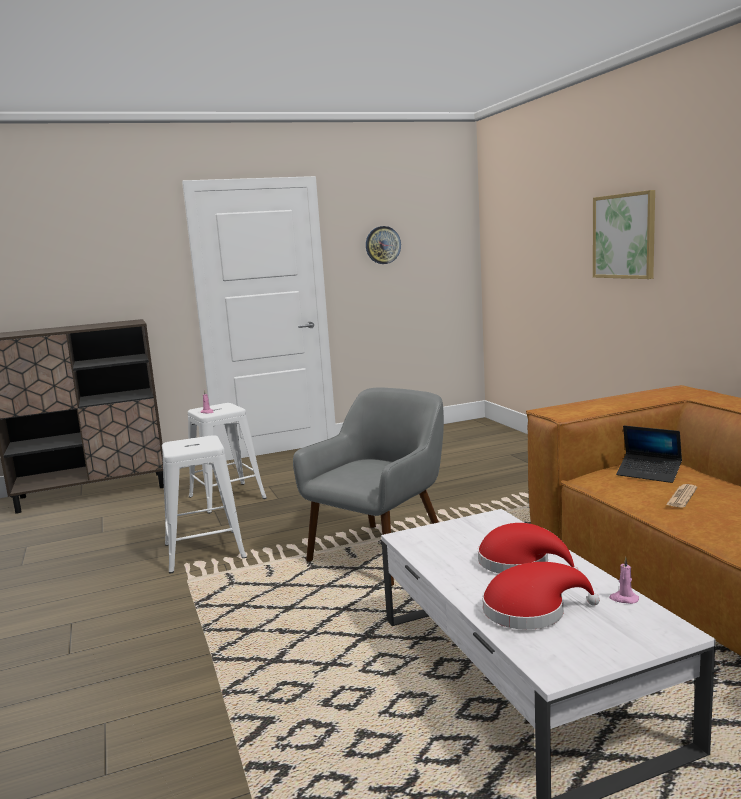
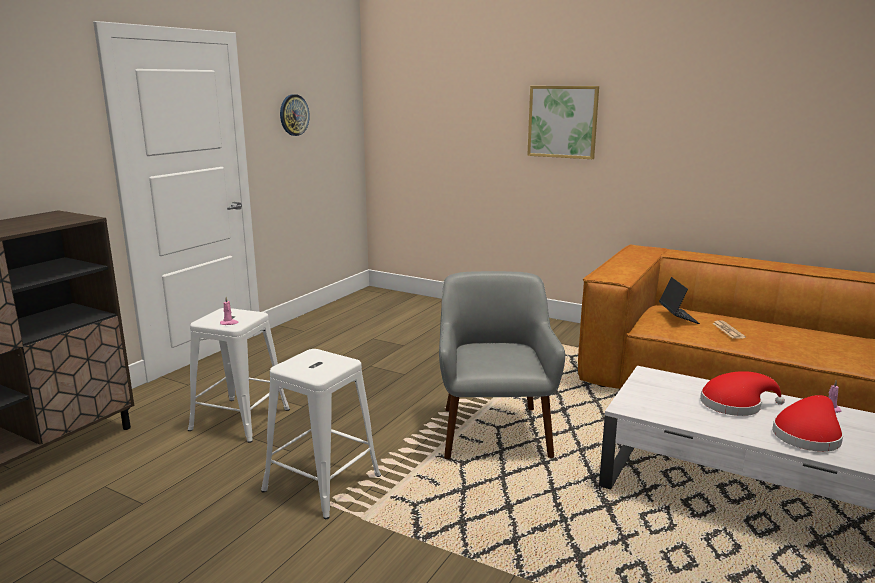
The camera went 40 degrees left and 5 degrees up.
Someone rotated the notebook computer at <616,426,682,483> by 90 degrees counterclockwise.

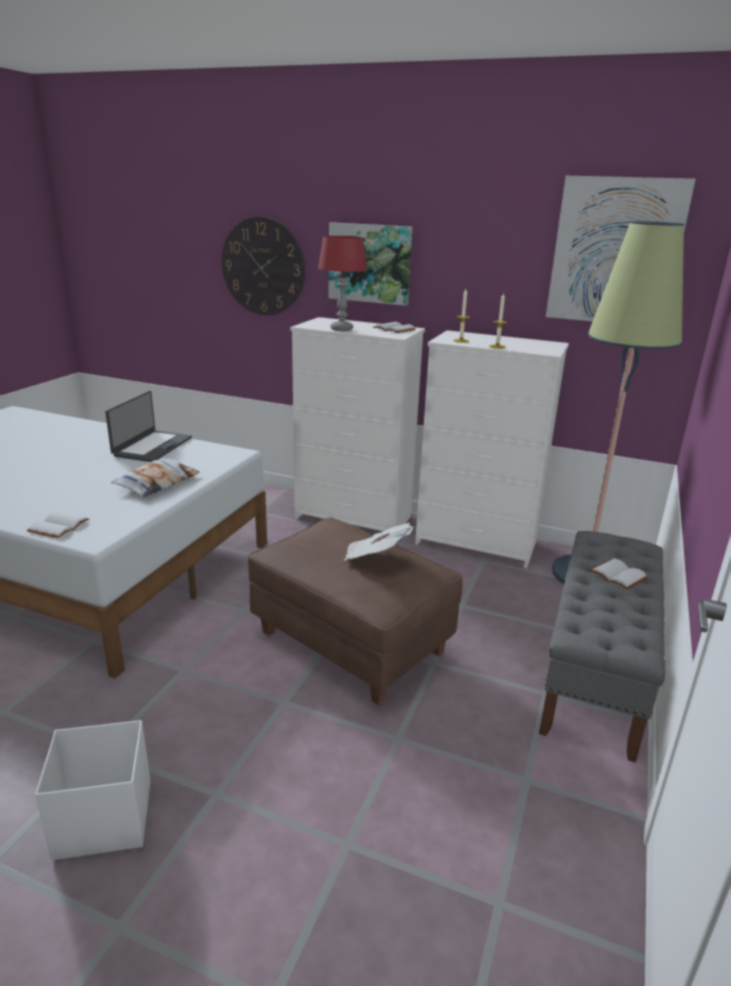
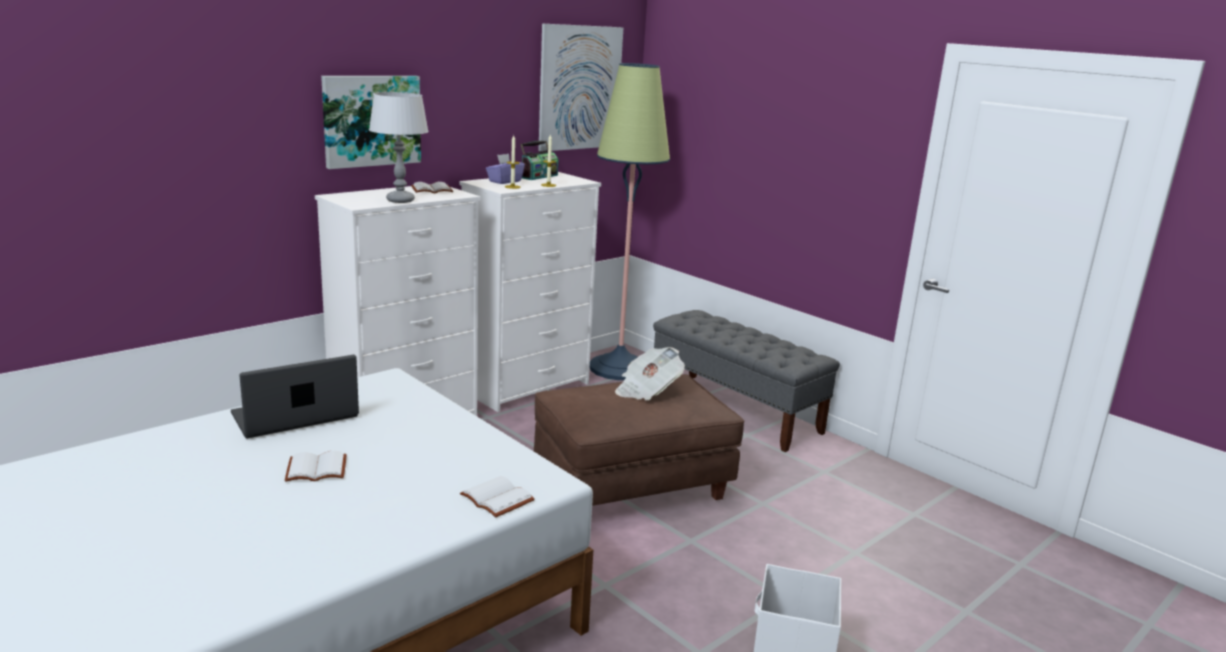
The camera went 65 degrees left and 5 degrees down.
Someone took away the clock on the wall at <222,217,305,315>.
Someone repainted the red tabletop lamp at <318,236,367,331>, which became the gray tabletop lamp at <369,92,429,203>.
Someone rotated the notebook computer at <105,391,192,462> by 75 degrees counterclockwise.
Someone took away the pillow at <111,458,200,497>.
Someone carried the white volume from <590,559,649,590> to <285,451,347,482>.
Someone put down the radio set at <520,141,558,180>.
Someone put down the purple-coloured tissue holder at <486,154,525,184>.

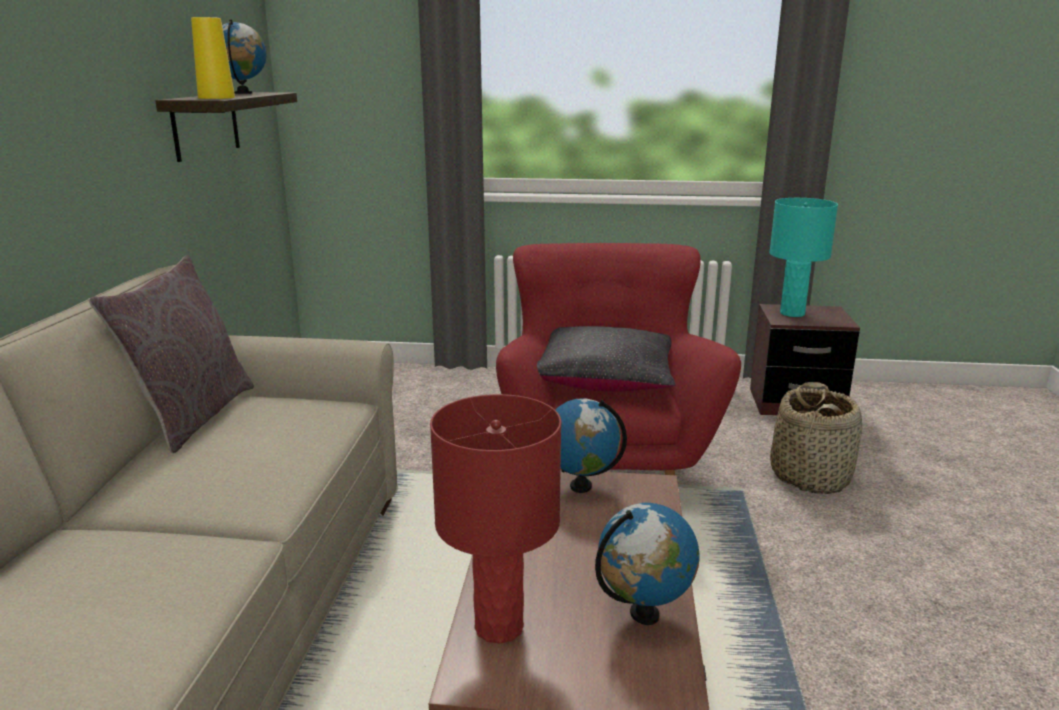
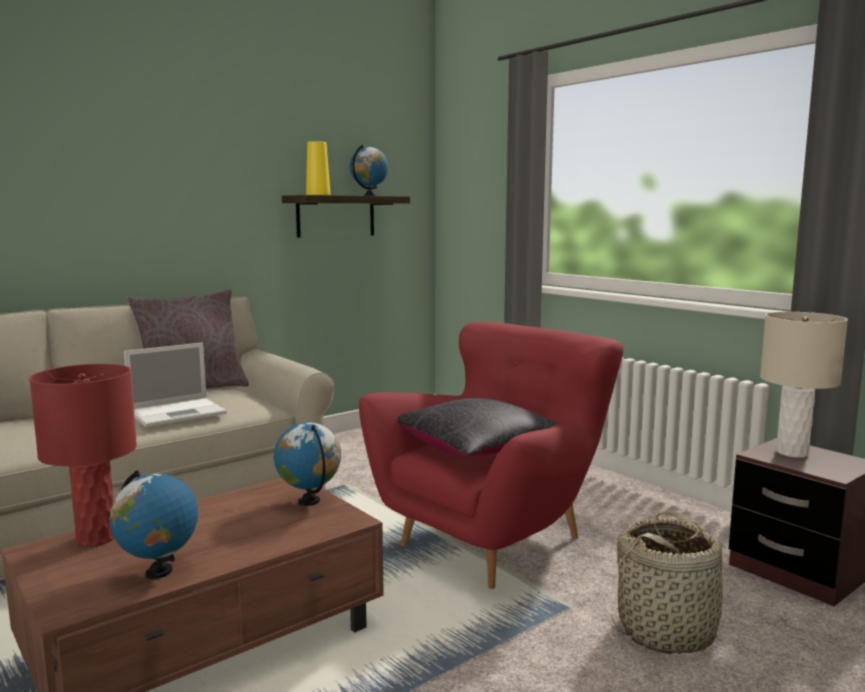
The camera went 45 degrees right and 10 degrees down.
Someone repainted the blue-green tabletop lamp at <769,198,838,317>, which became the sand-coloured tabletop lamp at <760,312,848,458>.
Someone put down the notebook computer at <124,343,227,427>.

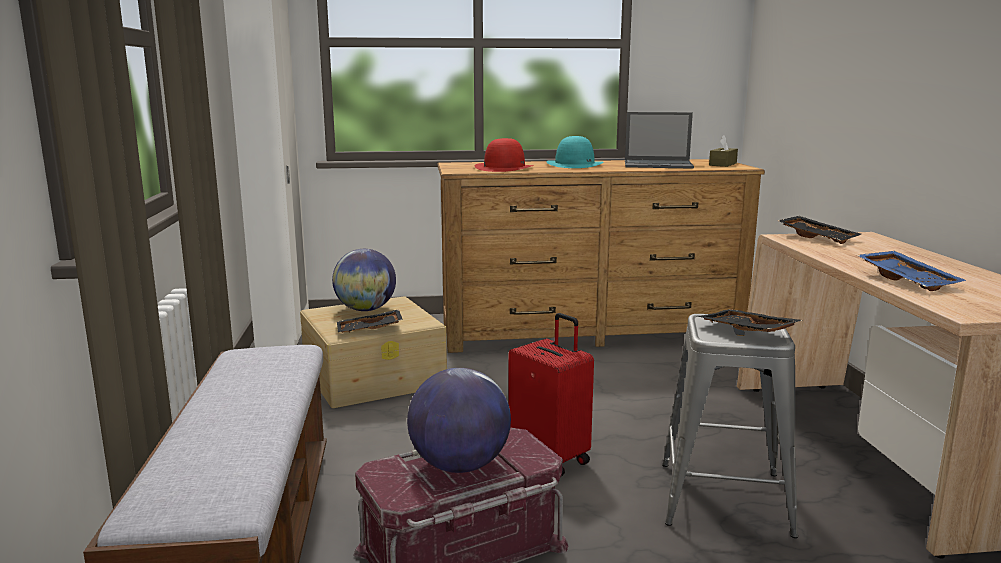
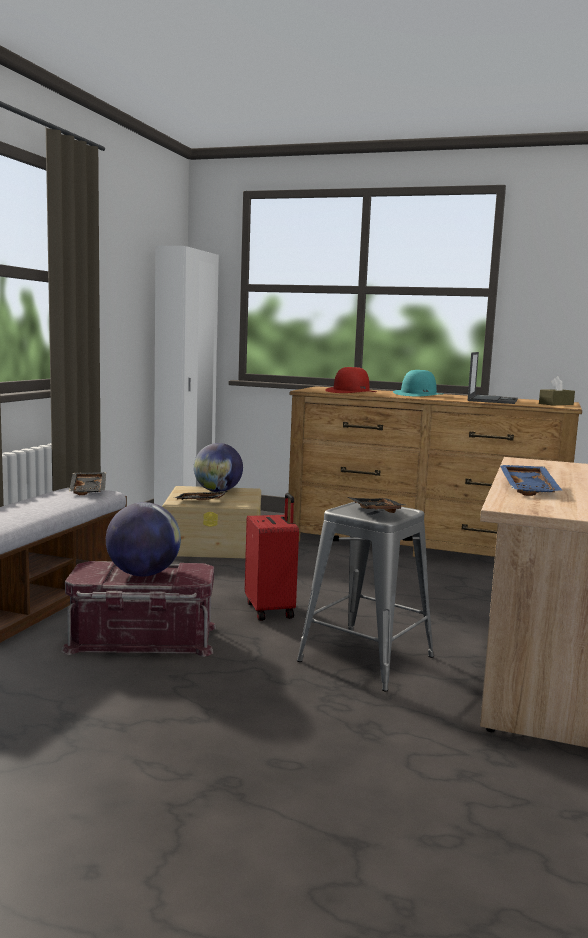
The camera went 25 degrees right and 5 degrees down.
Someone rotated the notebook computer at <625,112,694,169> by 105 degrees counterclockwise.
Someone carried the black-coloured carrying tray from <778,216,861,244> to <69,472,106,495>.

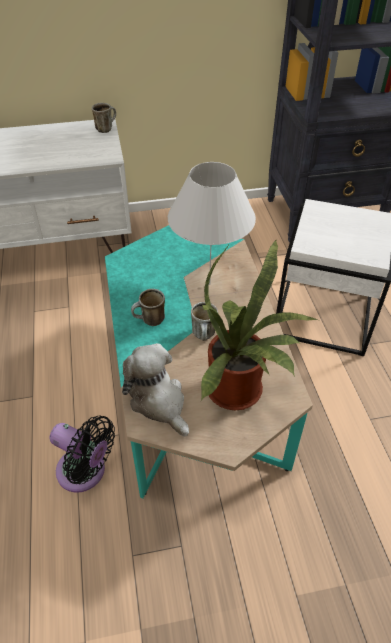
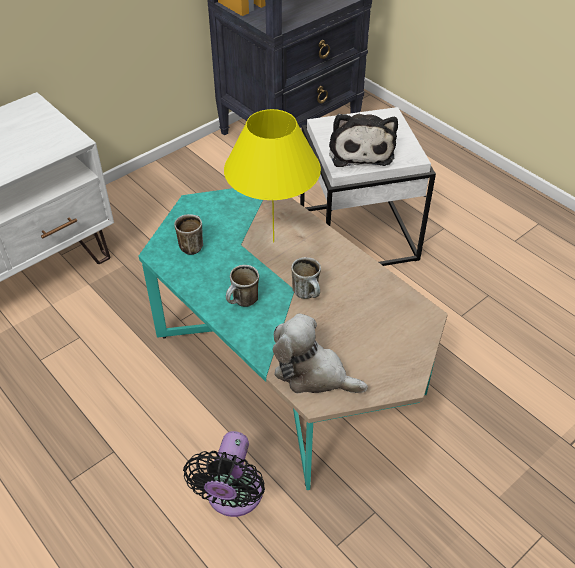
The camera went 30 degrees left and 0 degrees up.
Someone carried the coffee mug from <92,103,116,133> to <174,214,203,255>.
Someone repainted the white tabletop lamp at <168,162,256,285>, which became the yellowish tabletop lamp at <224,109,321,243>.
Someone took away the plant in a pot at <201,240,317,410>.
Someone rotated the black-coloured fan at <50,416,115,493> by 105 degrees clockwise.
Someone put down the plush toy at <329,114,398,167>.

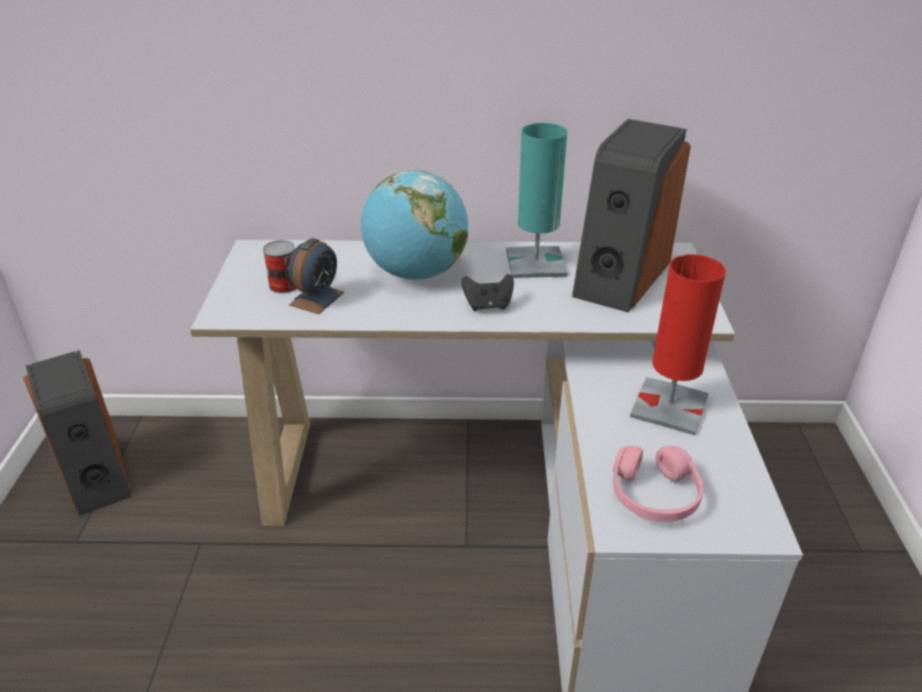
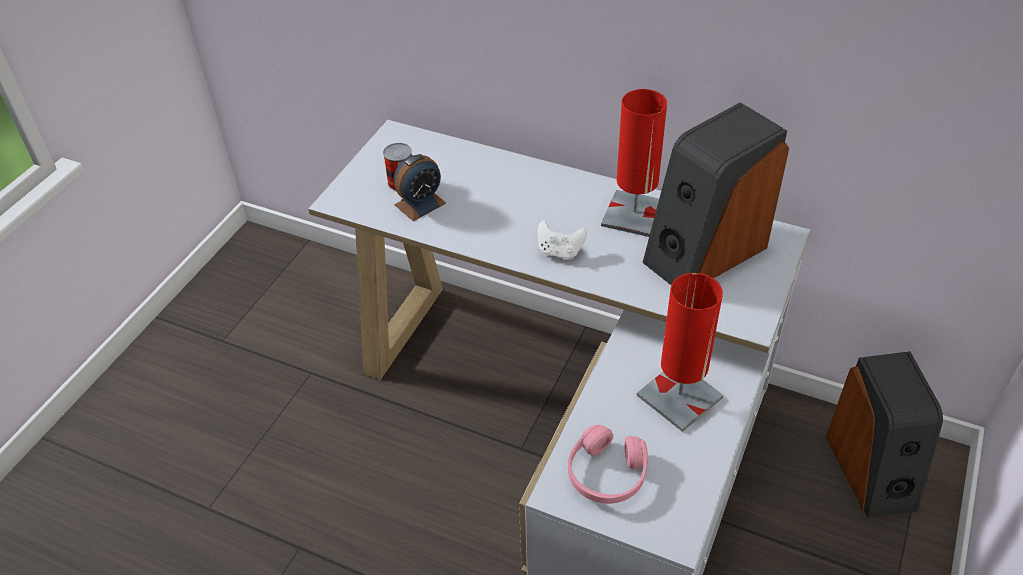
The camera went 25 degrees right and 10 degrees up.
Someone repainted the blue-green tabletop lamp at <506,123,568,278>, which became the red tabletop lamp at <601,89,667,237>.
Someone took away the world globe at <361,170,468,280>.
Someone repainted the black-coloured gamepad at <462,274,514,311>, which became the white gamepad at <538,220,587,259>.
Someone carried the speaker from <23,350,131,516> to <826,351,943,518>.

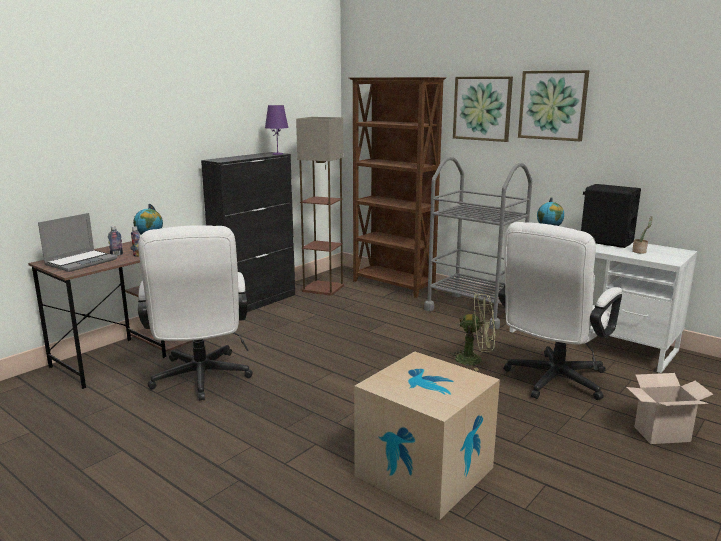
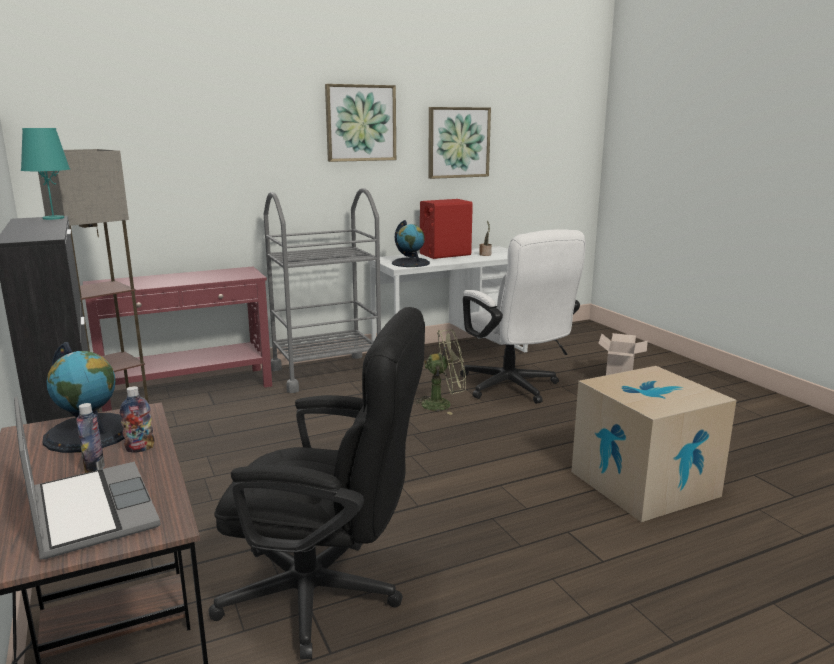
The camera went 65 degrees left and 0 degrees up.
Someone carried the picture from <453,76,513,142> to <428,107,491,179>.
Someone swapped the brown shelving unit at <349,77,446,298> for the red narrow table at <83,267,272,412>.
Someone repainted the purple-coloured tabletop lamp at <265,105,289,155>, which became the blue-green tabletop lamp at <21,128,70,220>.
Someone repainted the black-coloured speaker at <581,184,641,248>, which became the red speaker at <420,199,473,259>.
Someone repainted the white computer chair at <138,225,253,401>, which became the black-coloured computer chair at <208,307,425,660>.
Someone rotated the greenish fan at <448,293,495,371> by 45 degrees clockwise.

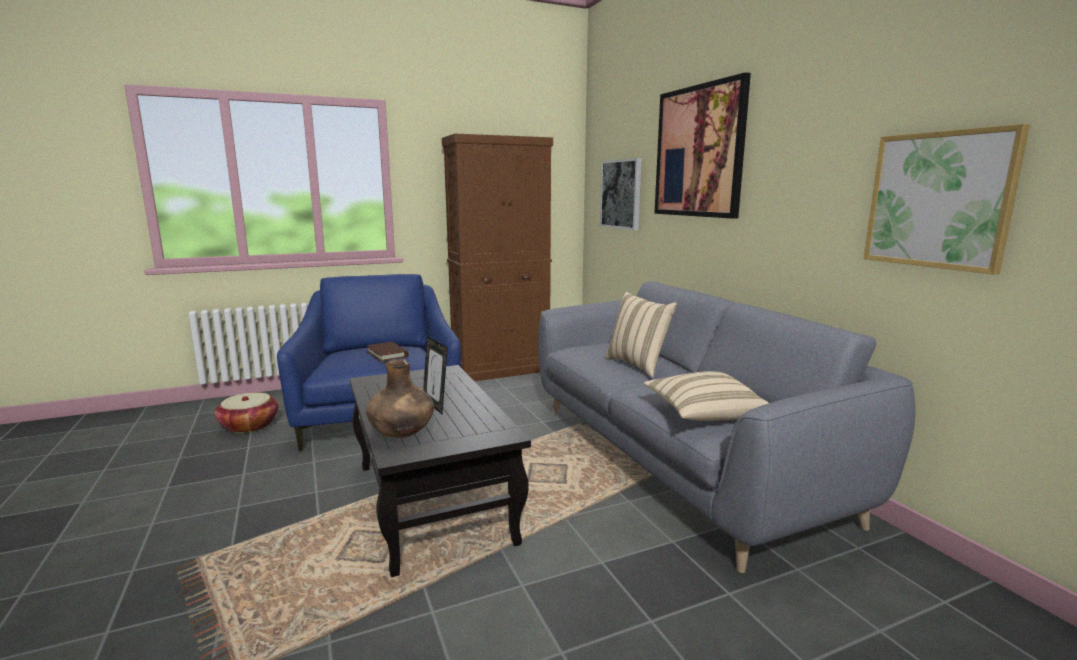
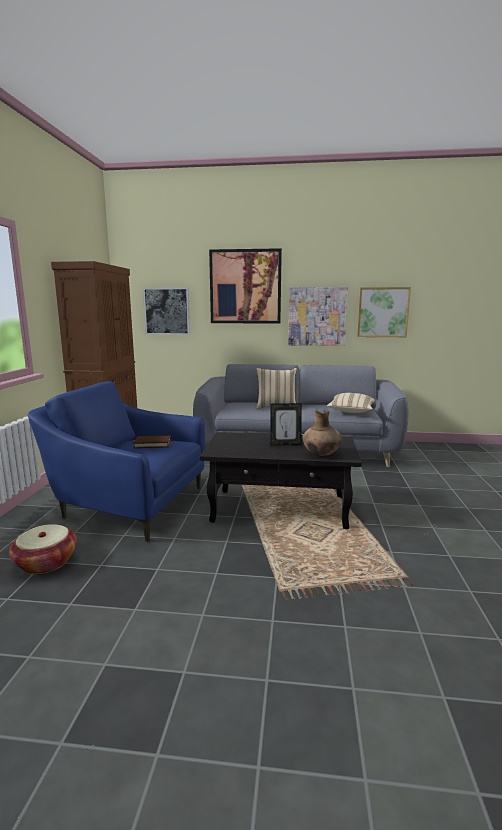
The camera went 60 degrees left and 0 degrees up.
Someone put up the picture at <288,287,348,346>.

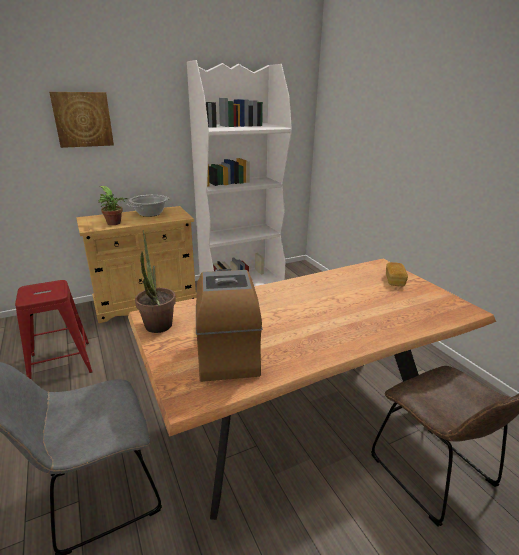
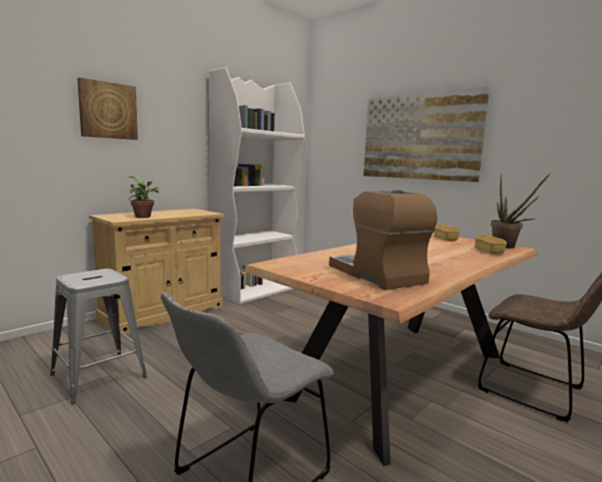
The camera went 20 degrees left and 15 degrees down.
Someone took away the saucepot at <126,195,170,217>.
Someone carried the plant in a pot from <135,230,176,333> to <491,173,550,248>.
Someone repainted the red stool at <15,280,93,379>, which became the gray stool at <50,269,147,404>.
Someone put up the picture at <364,86,490,182>.
Someone put down the baked bread at <475,235,507,254>.

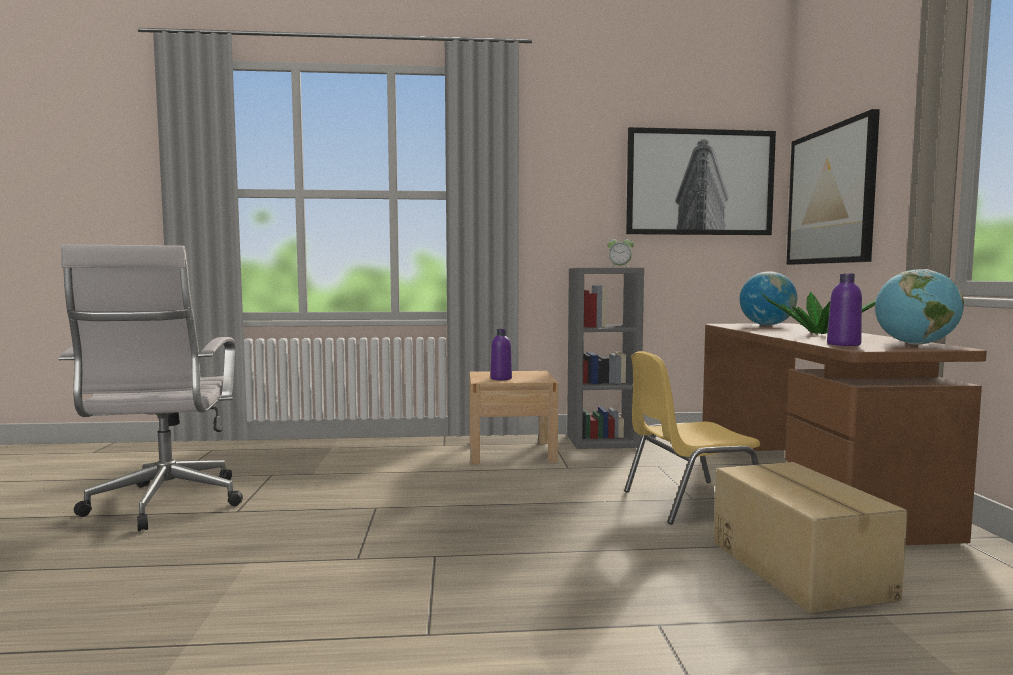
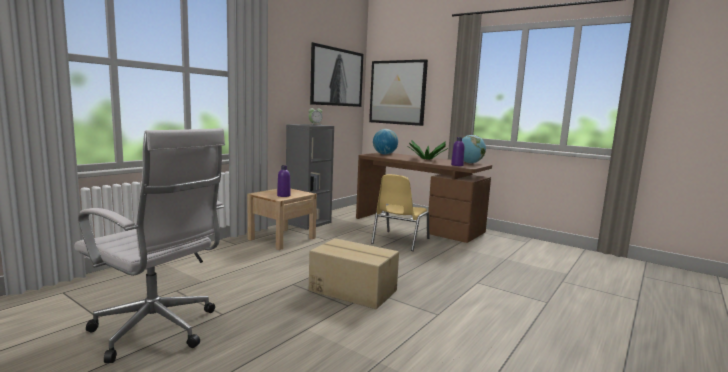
The camera went 50 degrees left and 5 degrees up.
Someone carried the carton from <714,462,907,614> to <309,238,399,309>.

